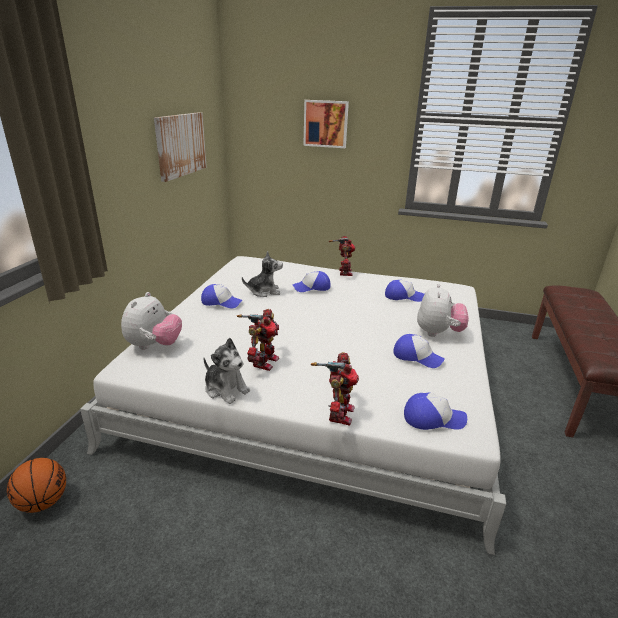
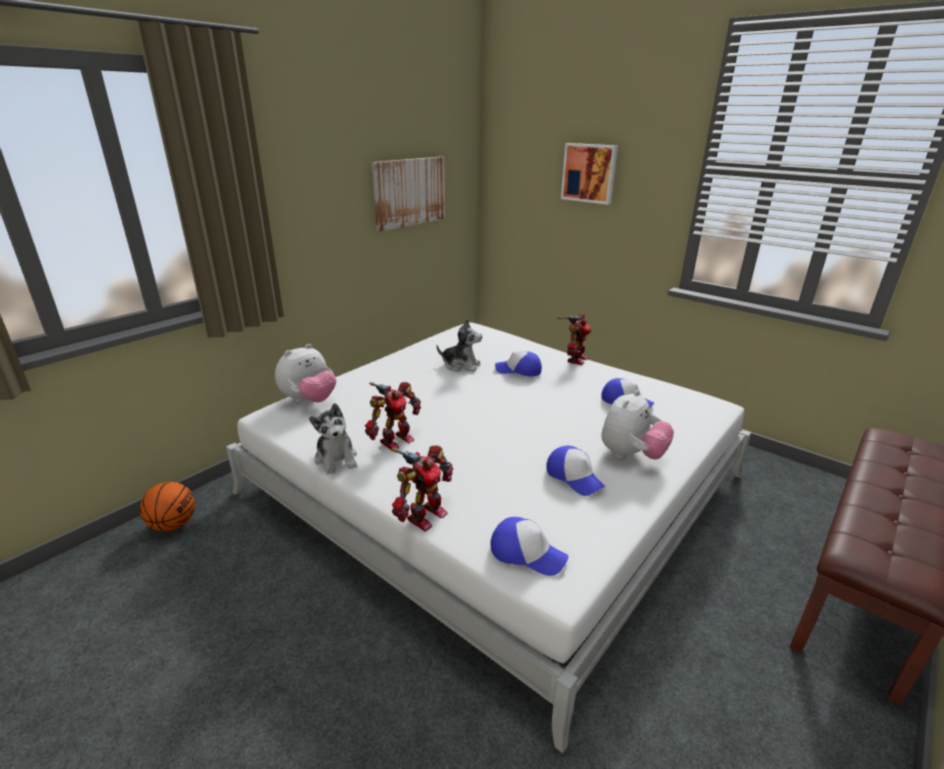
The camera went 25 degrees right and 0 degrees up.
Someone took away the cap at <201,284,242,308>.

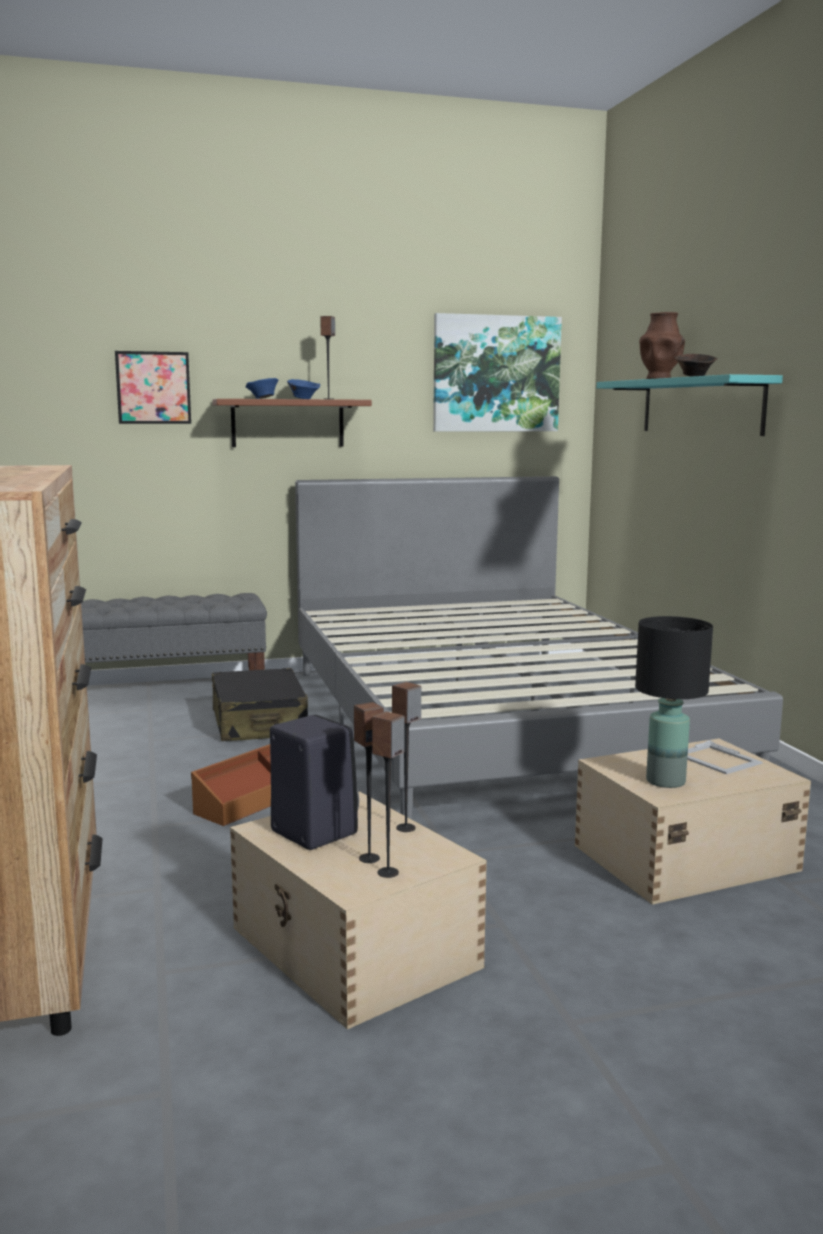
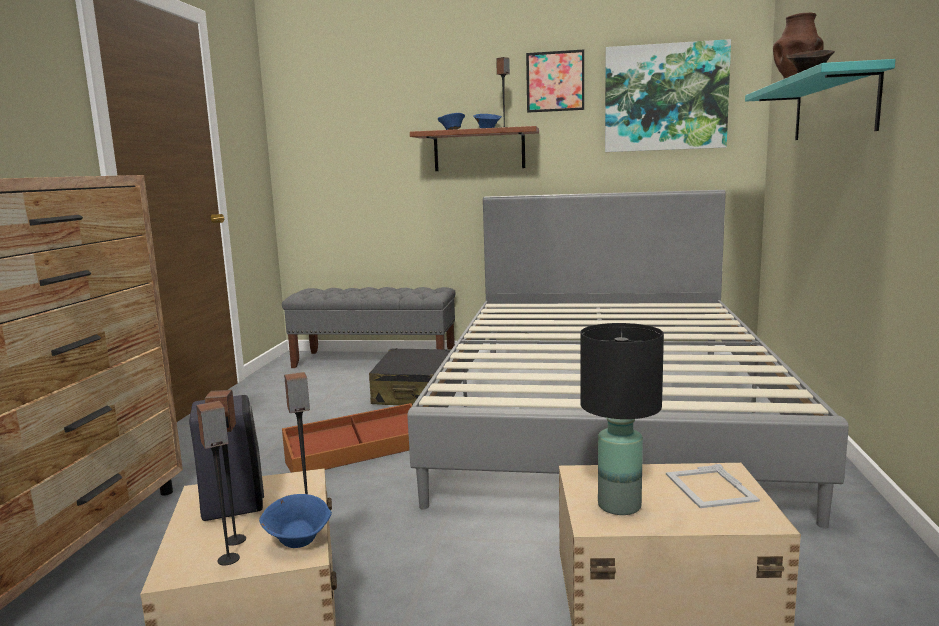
The camera went 25 degrees right and 0 degrees up.
Someone carried the picture from <115,351,191,424> to <526,49,584,113>.
Someone put down the blue bowl at <259,494,332,548>.

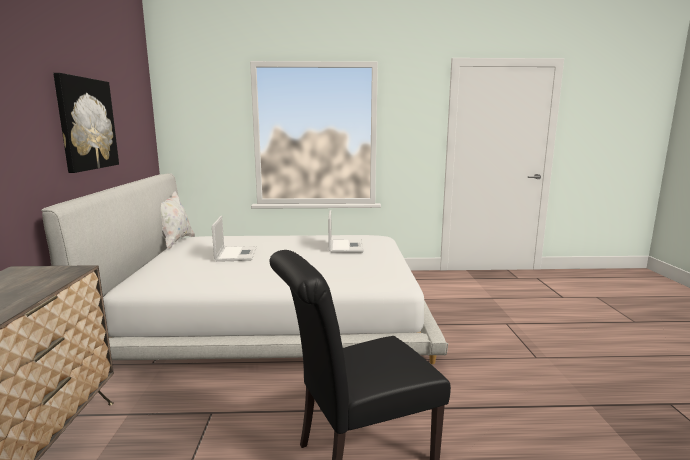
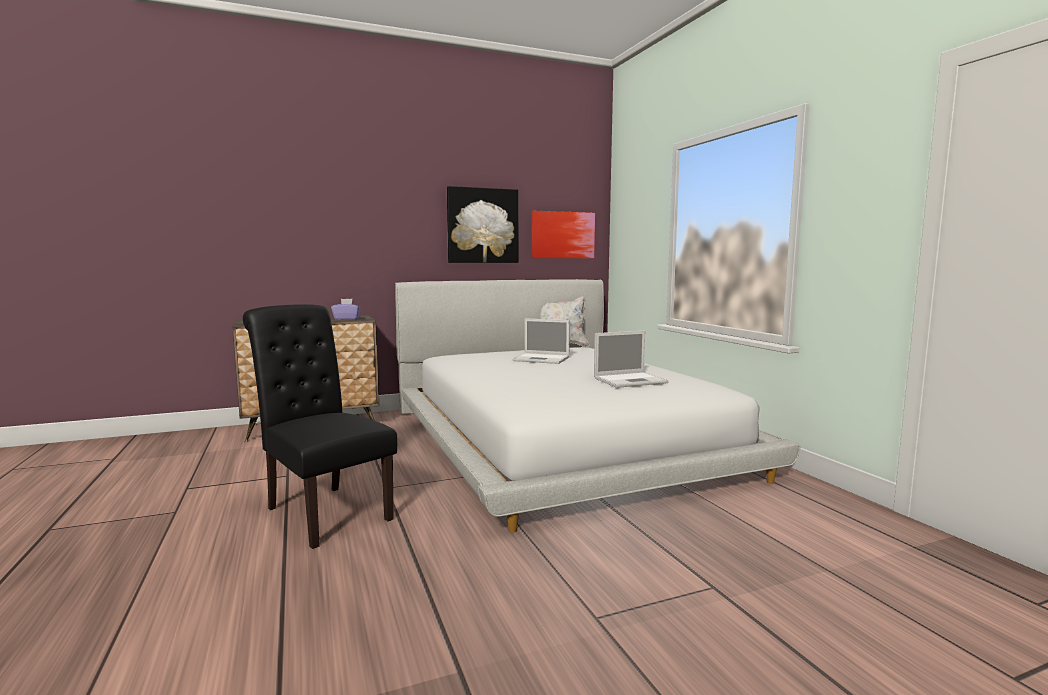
The camera went 70 degrees right and 5 degrees down.
Someone rotated the notebook computer at <212,216,257,262> by 45 degrees clockwise.
Someone put up the picture at <531,211,595,258>.
Someone put down the purple-coloured tissue holder at <331,299,361,320>.

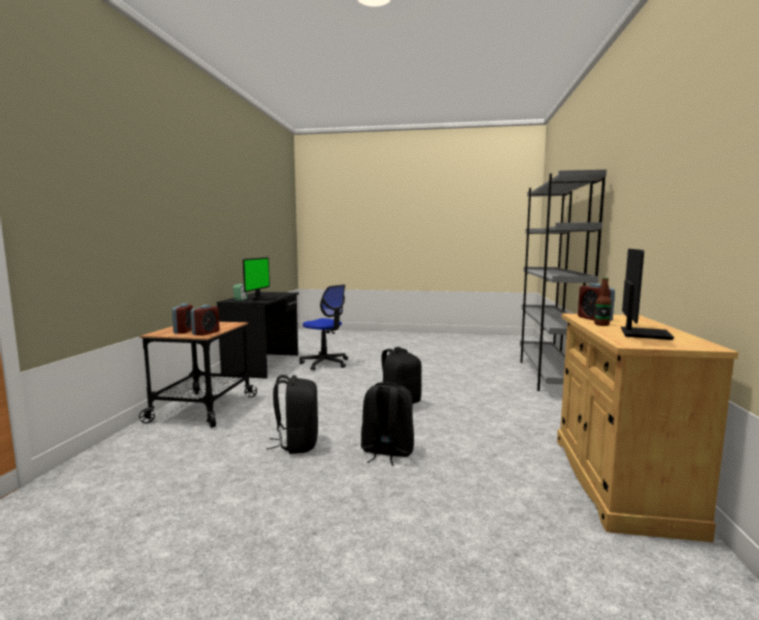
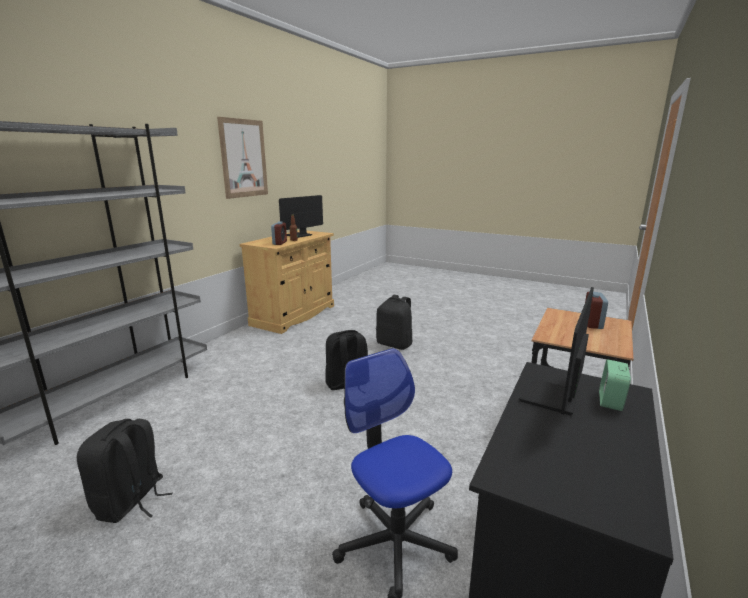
The camera went 160 degrees left and 10 degrees up.
Someone took away the bedside clock at <191,305,219,336>.
Someone carried the black-coloured backpack from <266,375,318,454> to <77,419,173,523>.
Someone put up the picture at <217,117,268,199>.

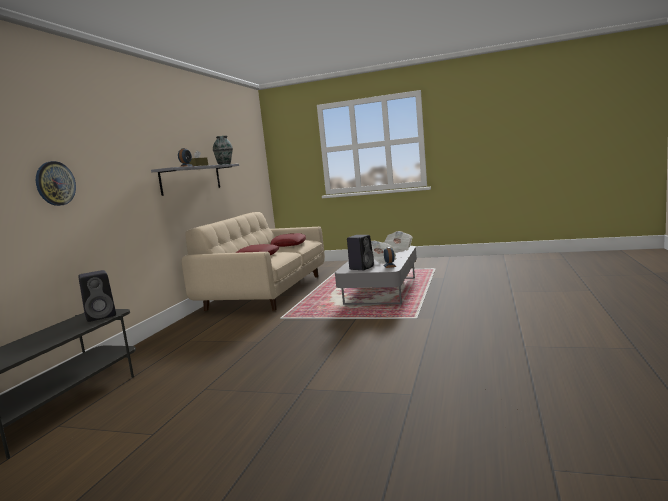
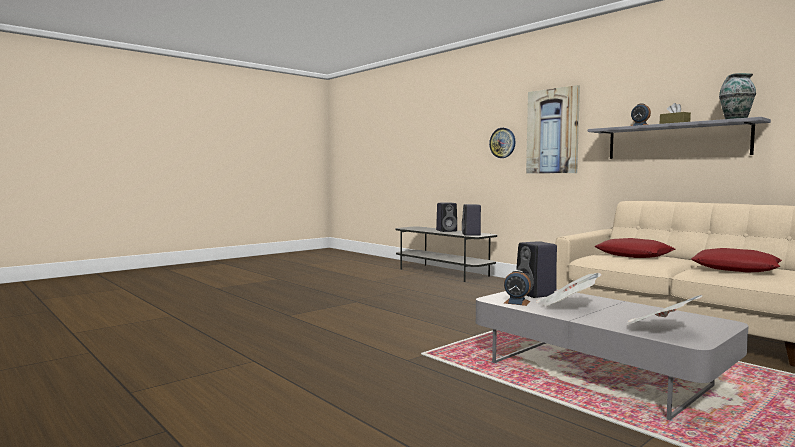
The camera went 120 degrees right and 5 degrees down.
Someone put up the picture at <526,85,580,173>.
Someone put down the black-coloured speaker at <436,202,457,232>.

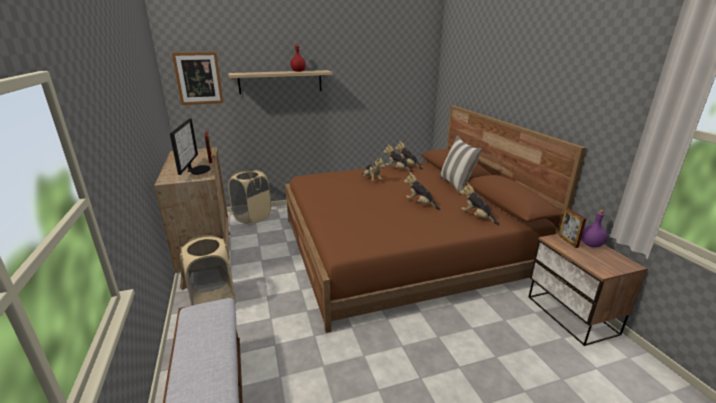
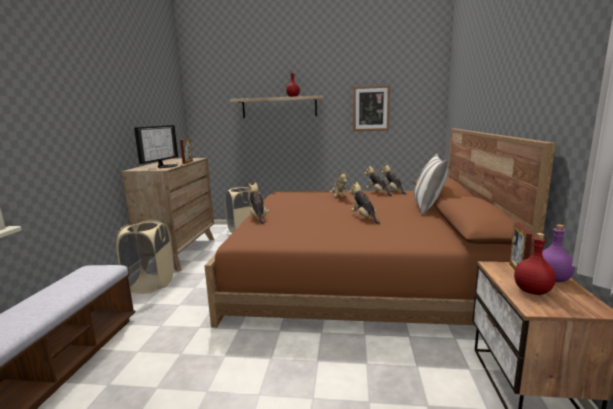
The camera went 25 degrees right and 10 degrees down.
Someone carried the picture from <172,52,223,105> to <353,85,390,131>.
Someone carried the plush toy from <460,182,500,226> to <248,182,270,224>.
Someone put down the red beverage bottle at <514,233,556,295>.

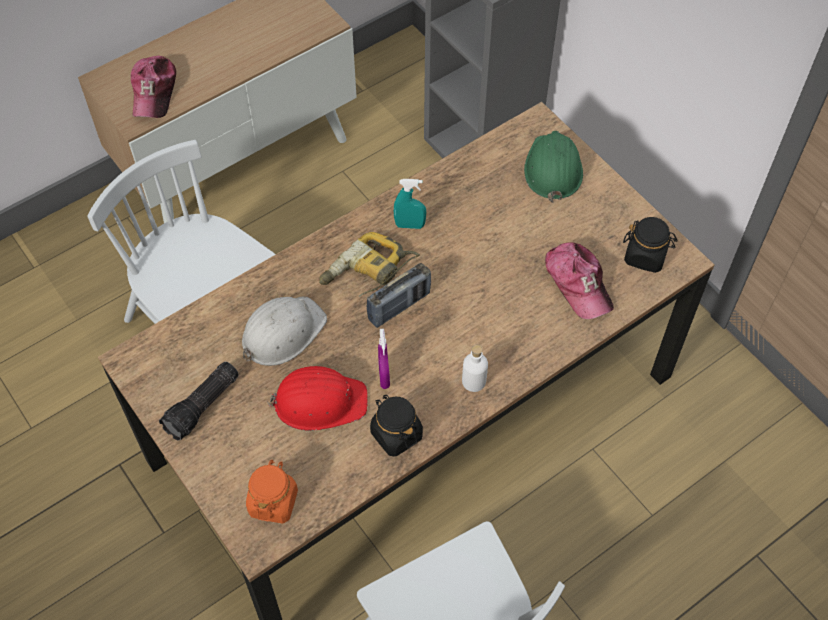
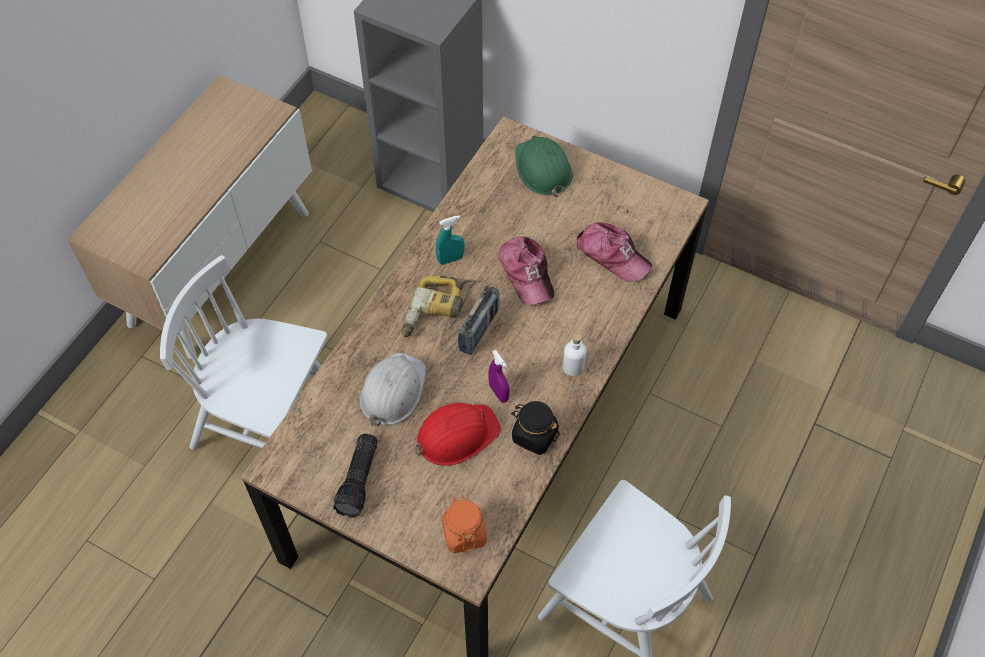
The camera went 25 degrees left and 0 degrees up.
Someone carried the cap from <131,56,176,118> to <499,236,554,305>.
Someone took away the black-coloured storage jar at <623,217,678,273>.

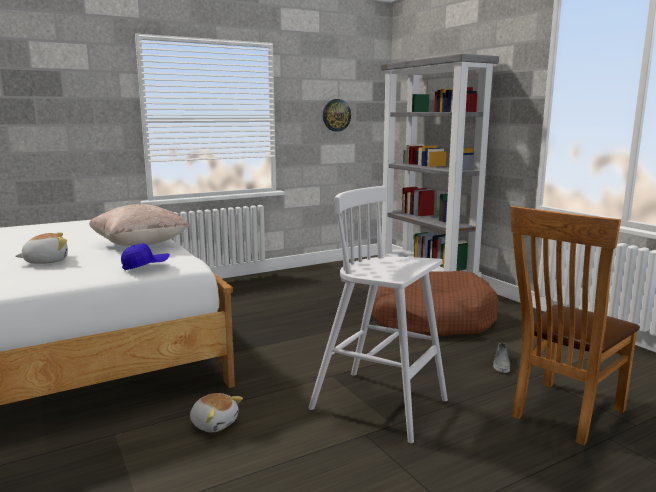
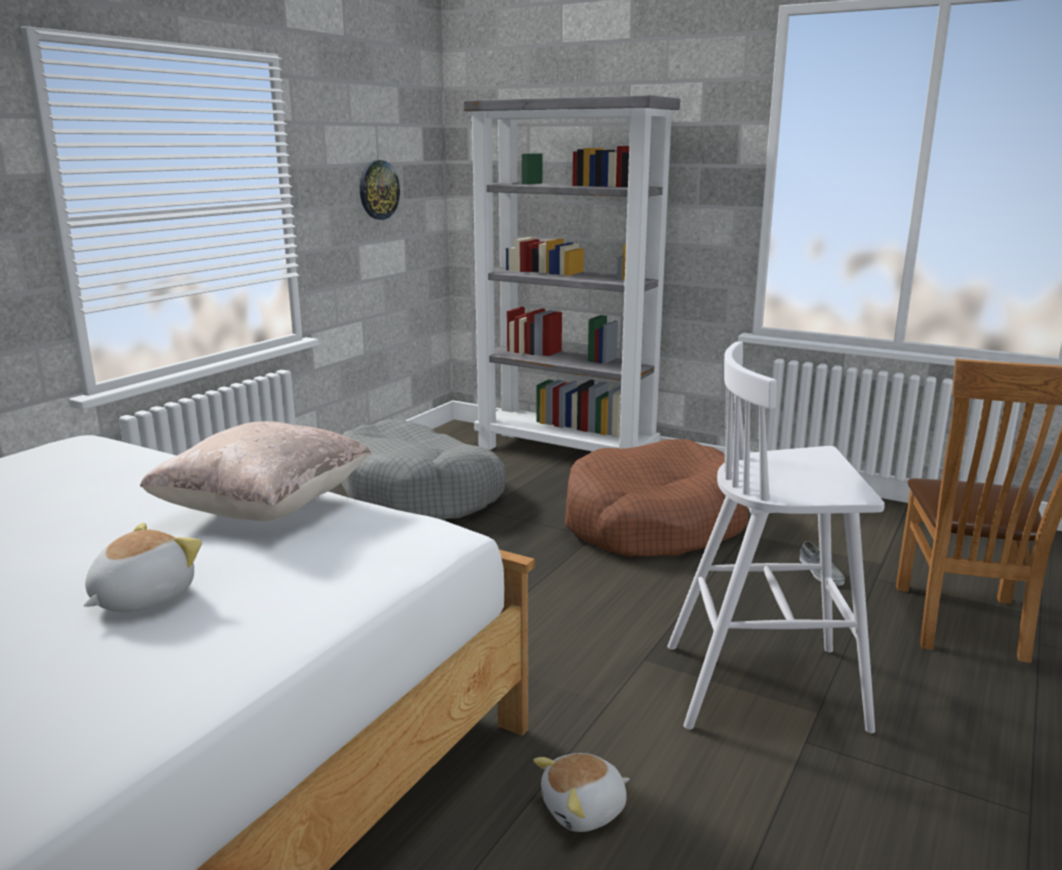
The camera went 30 degrees left and 5 degrees up.
Someone took away the blue cap at <121,243,170,270>.
Someone rotated the plush toy at <190,393,243,432> by 150 degrees clockwise.
Someone put down the gray pet bed at <342,419,506,519>.

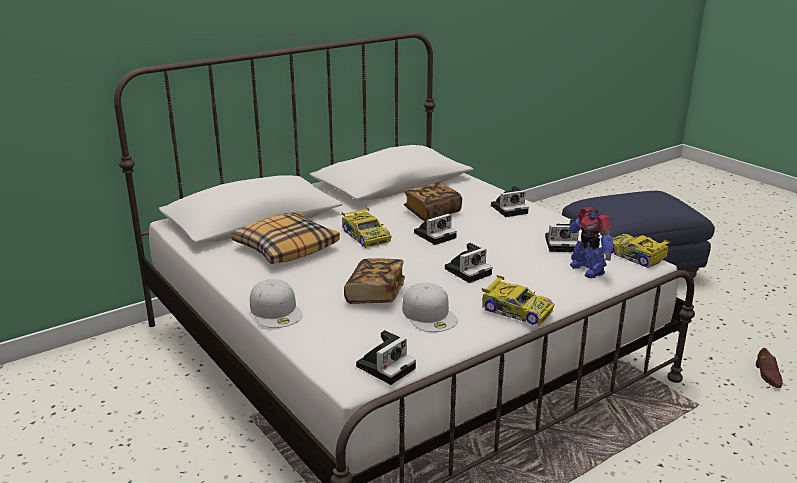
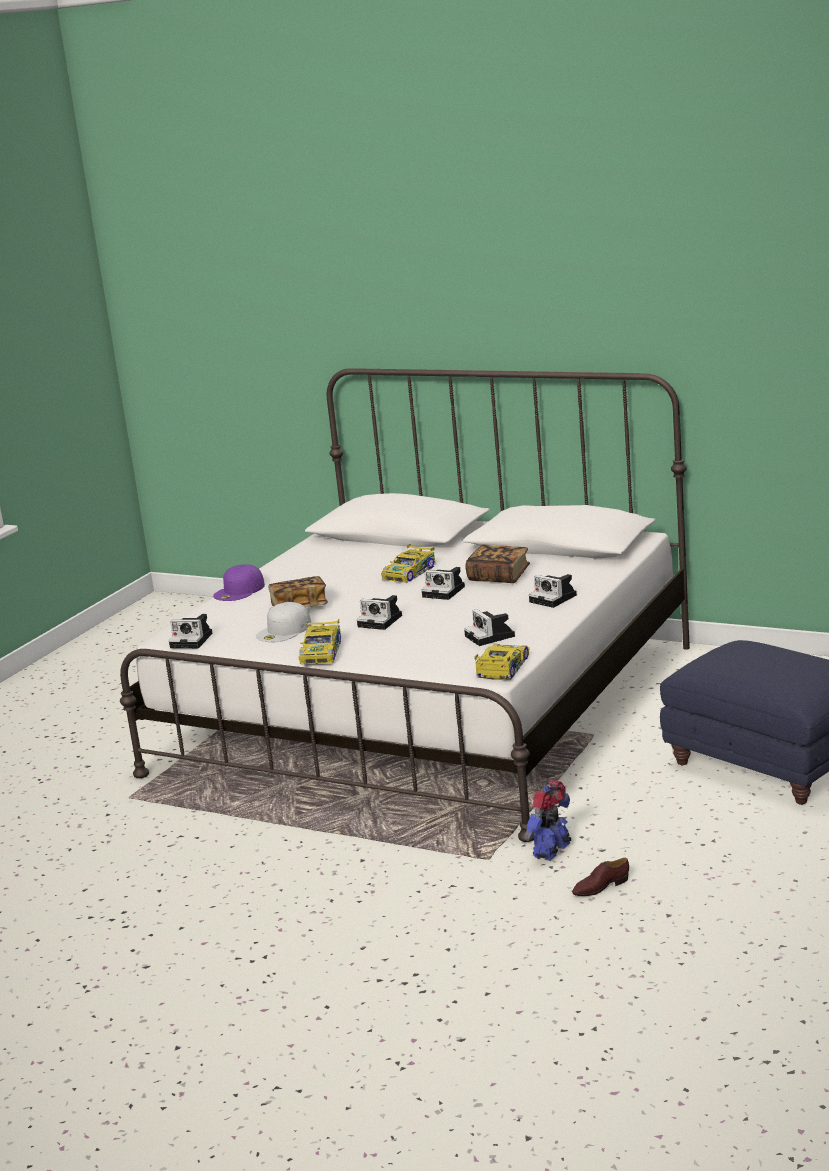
The camera went 65 degrees right and 5 degrees down.
Someone carried the model robot from <566,207,613,278> to <524,780,571,861>.
Someone took away the pillow at <231,212,340,264>.
Someone repainted the white cap at <250,279,302,328>, which became the purple-coloured cap at <213,564,265,601>.

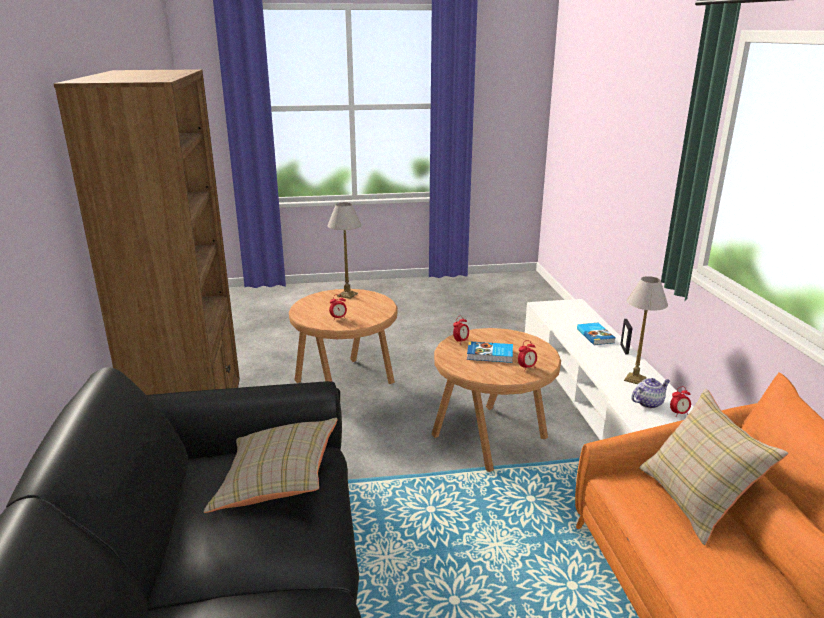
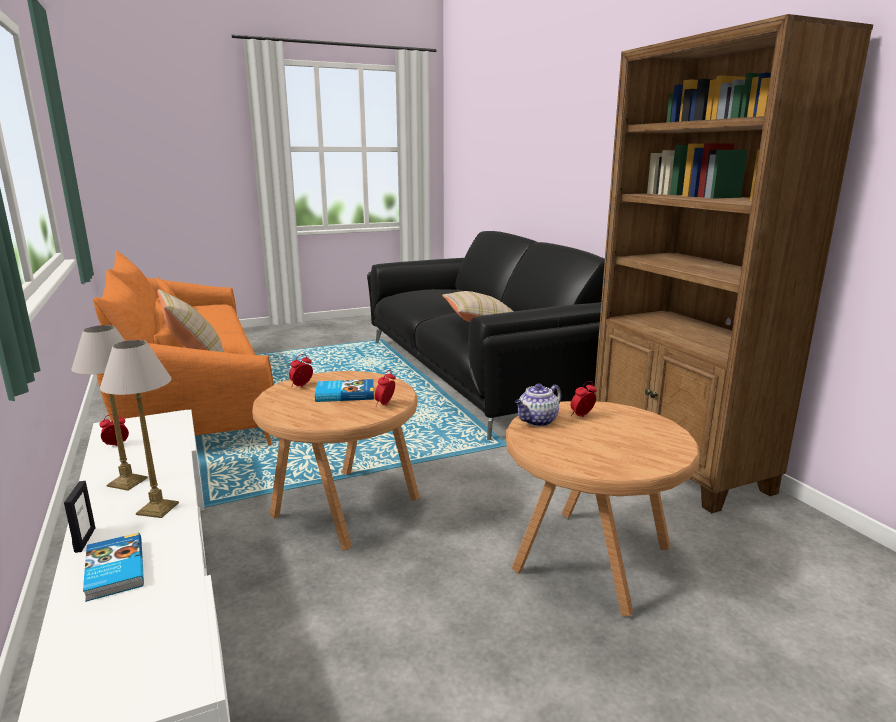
The camera went 165 degrees right and 5 degrees down.
Someone carried the tabletop lamp from <328,202,361,299> to <100,340,179,518>.
Someone carried the tea pot from <631,378,670,408> to <515,383,562,426>.

